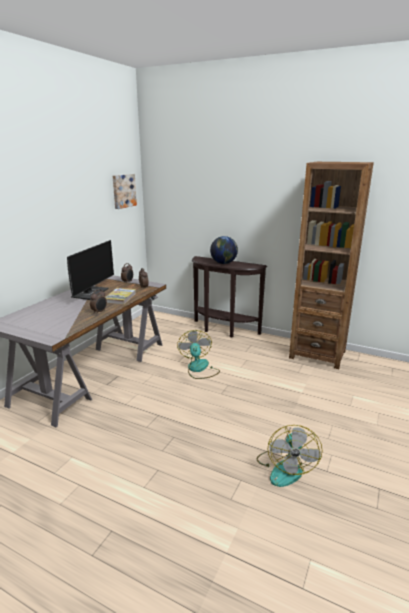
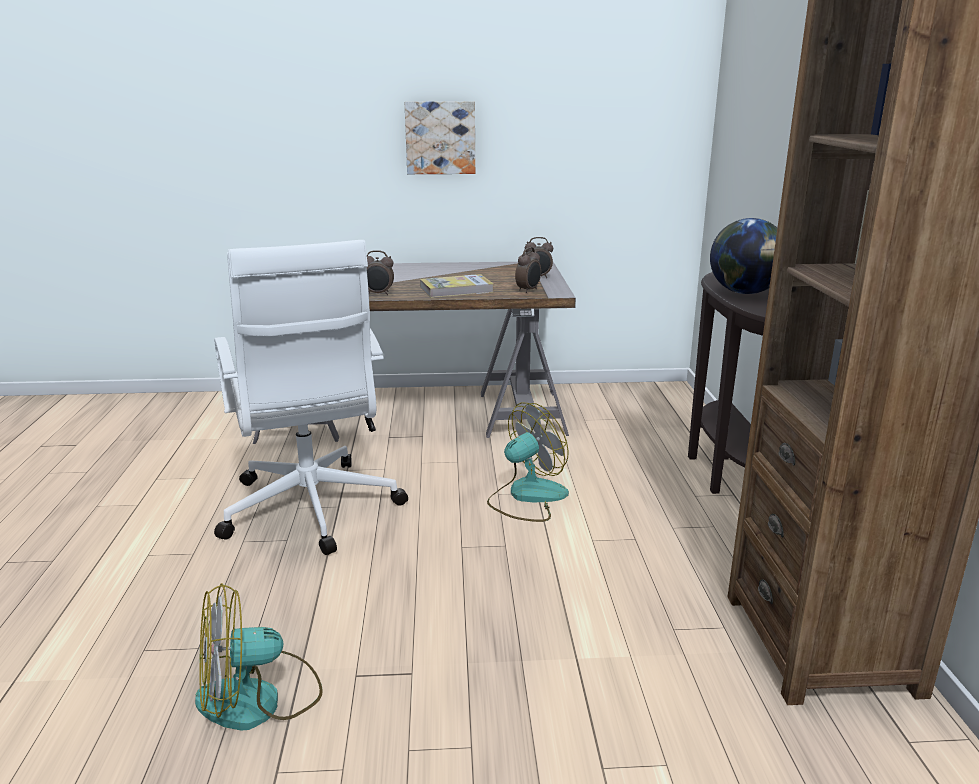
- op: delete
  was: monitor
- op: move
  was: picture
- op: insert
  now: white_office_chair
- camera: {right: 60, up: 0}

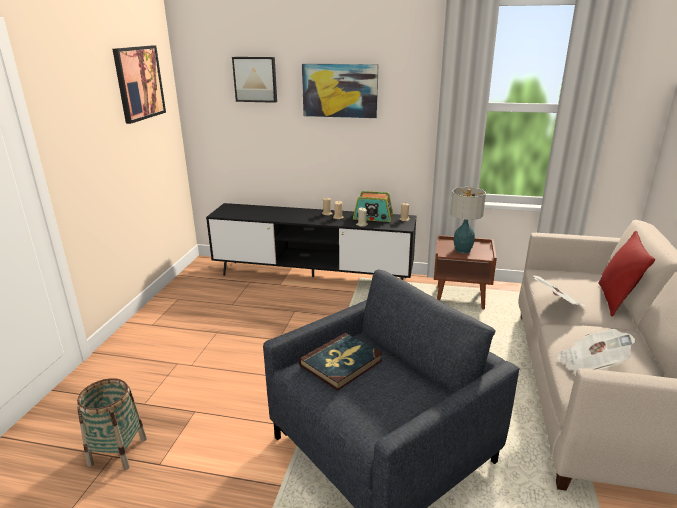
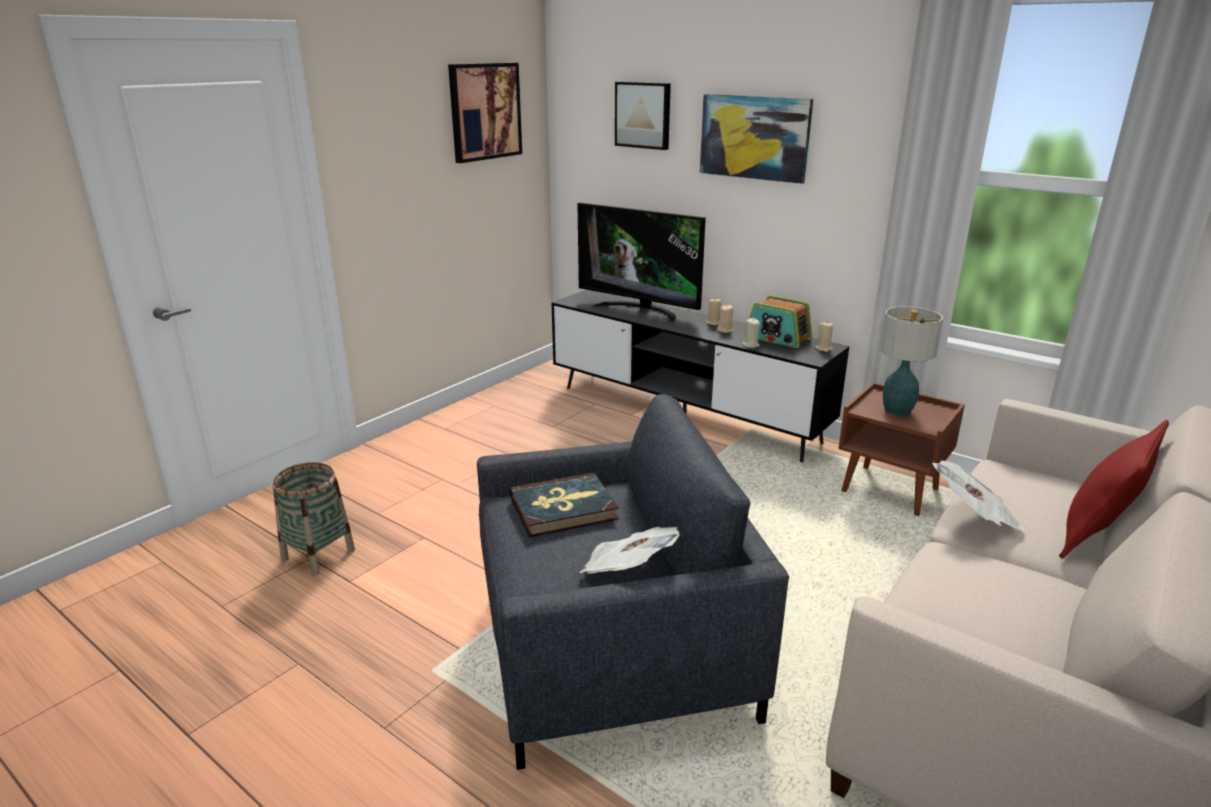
- op: move
  was: newspaper (2nd from left in the first image)
  now: newspaper (1st from left)
- op: insert
  now: television
- camera: {right: 25, up: 0}

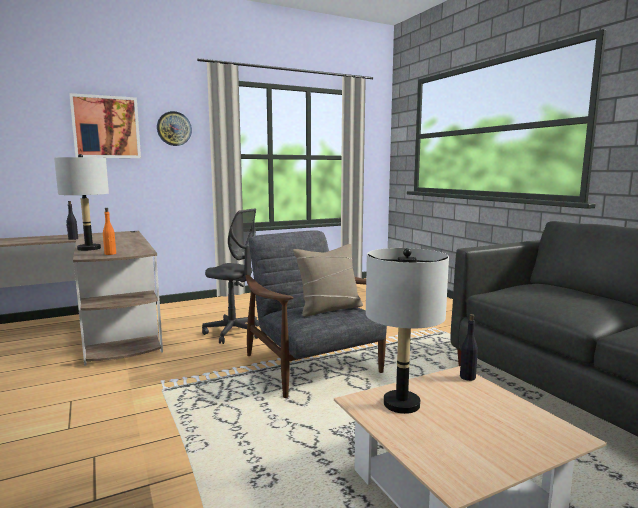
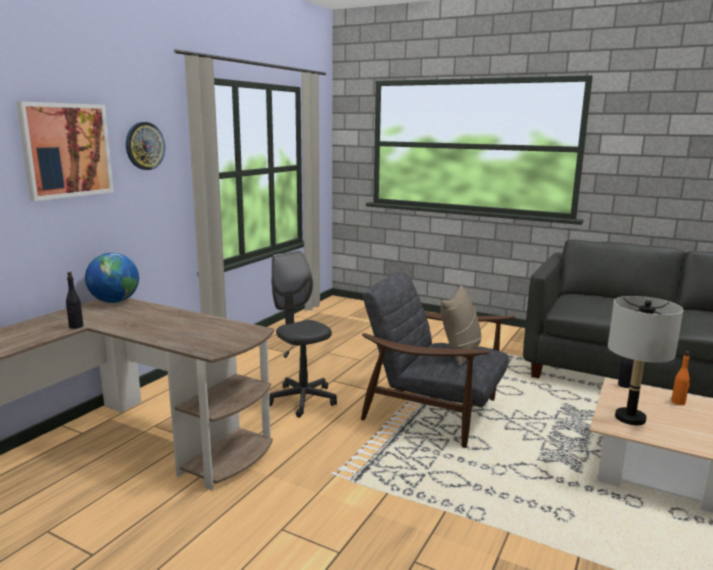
- op: delete
  was: grey_table_lamp (1st from left)
- op: move
  was: orange_bottle
- op: rotate
  was: grey_office_chair
  clockwise: -120
- op: insert
  now: globe
- camera: {right: -35, up: 5}

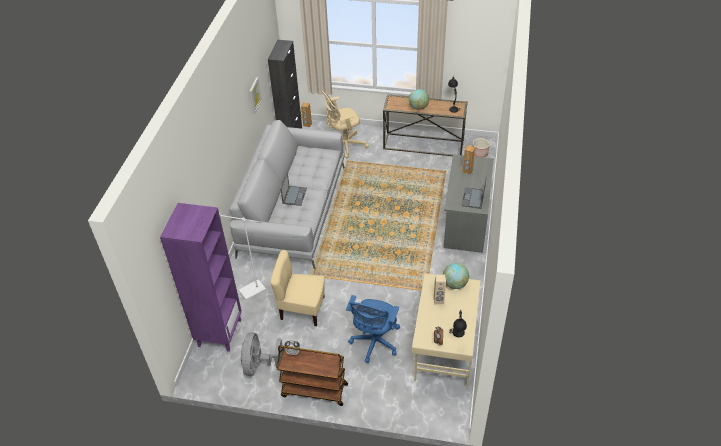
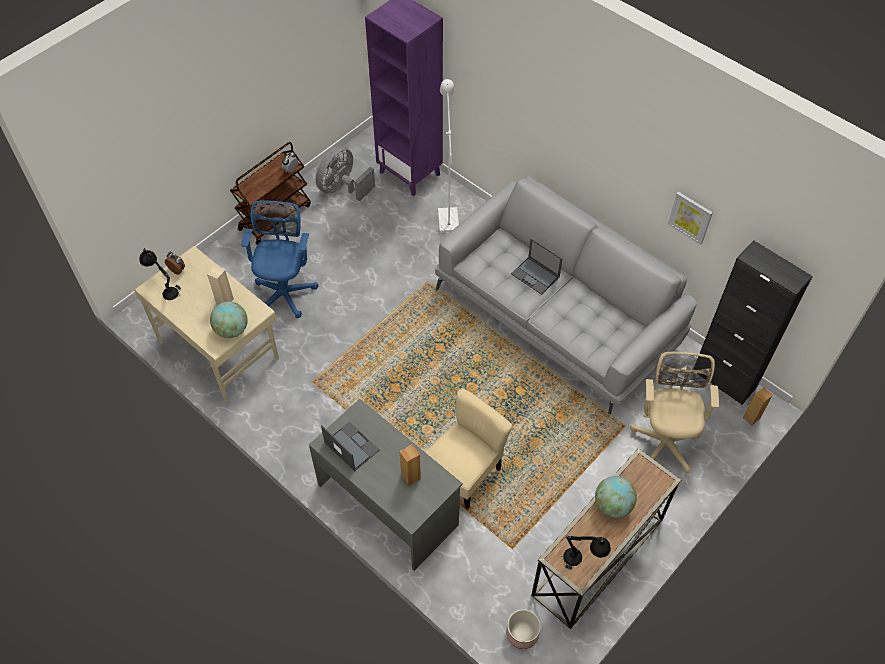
- op: rotate
  was: grey_fan
  clockwise: -90
- op: move
  was: beige_chair
- op: rotate
  was: blue_office_chair
  clockwise: 45
- camera: {right: 120, up: 10}

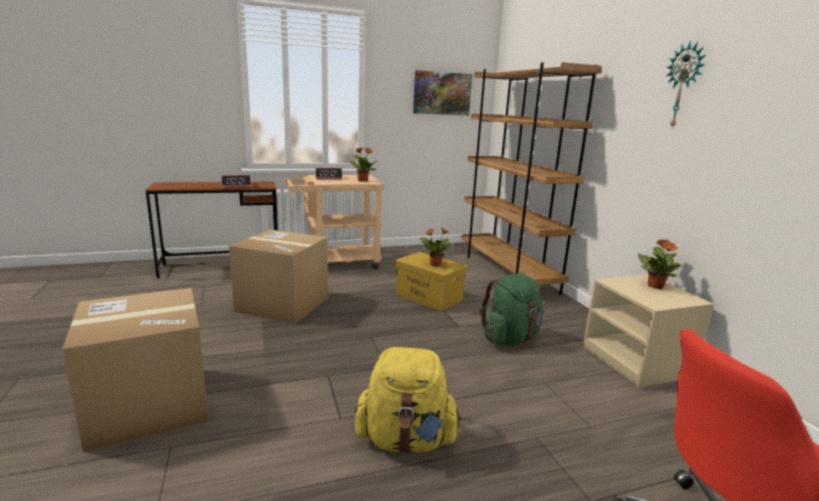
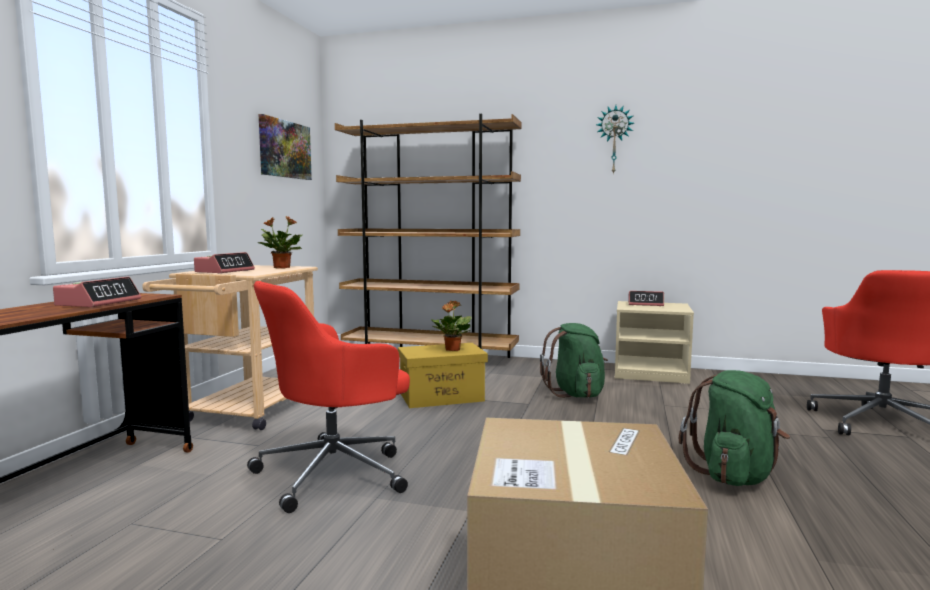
- op: replace
  was: cardboard_box (2nd from left)
  now: red_office_chair (1st from left)
- op: recolor
  was: yellow_backpack
  now: green_backpack (2nd from left)
- op: replace
  was: potted_plant (3rd from left)
  now: alarm_clock (3rd from left)
- camera: {right: -55, up: -10}

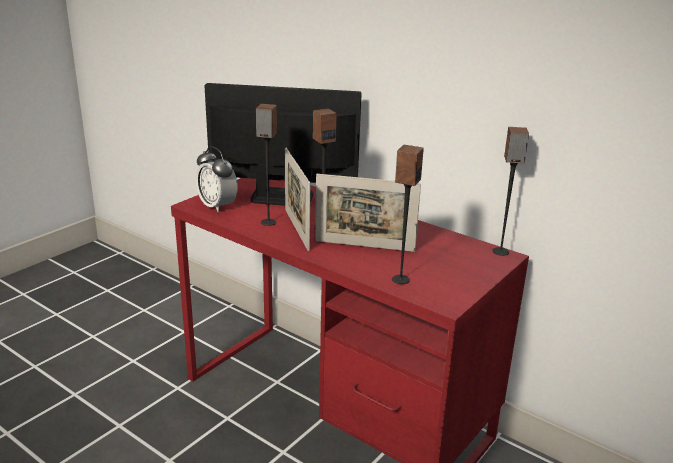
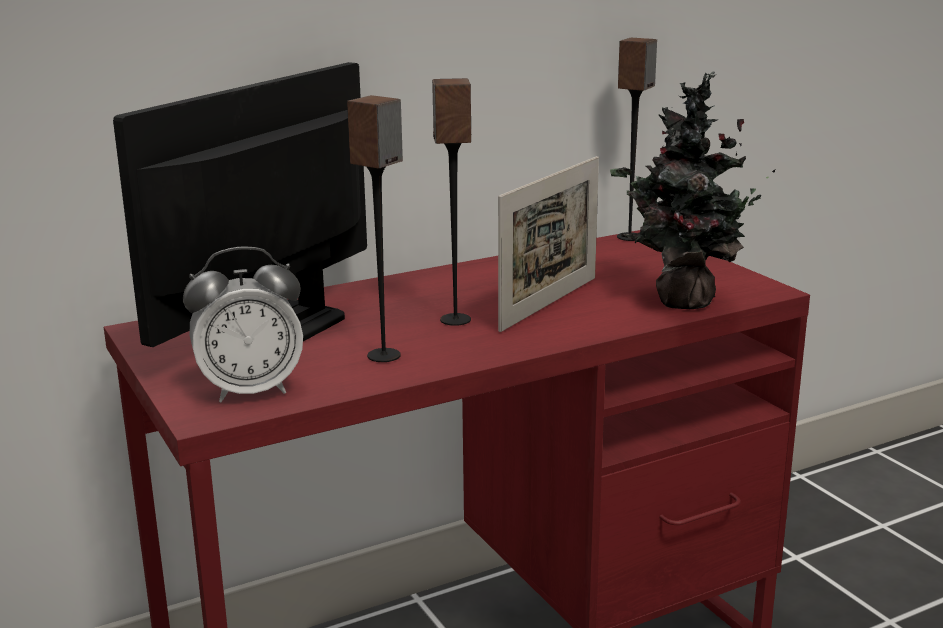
- op: delete
  was: picture_frame (1st from left)
- op: replace
  was: speaker (3rd from left)
  now: potted_plant
- camera: {right: -65, up: -5}

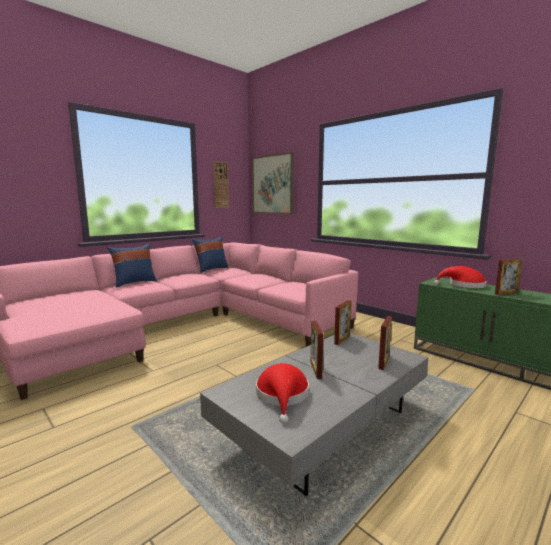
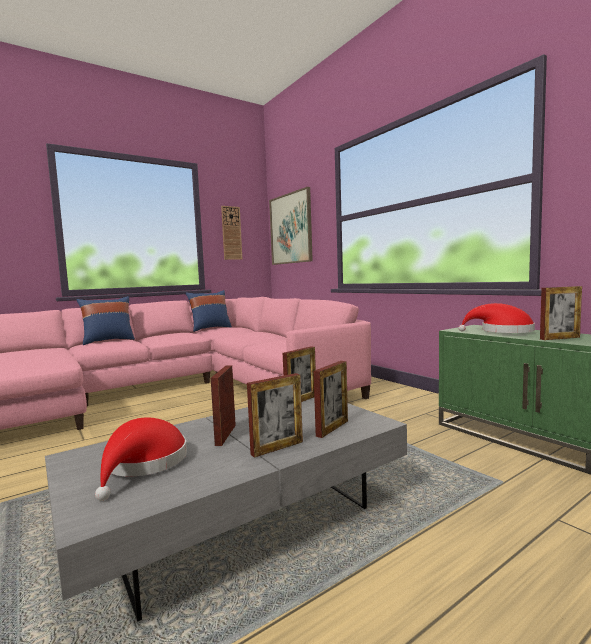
- op: insert
  now: picture_frame (2nd from left)
- camera: {right: 10, up: -5}

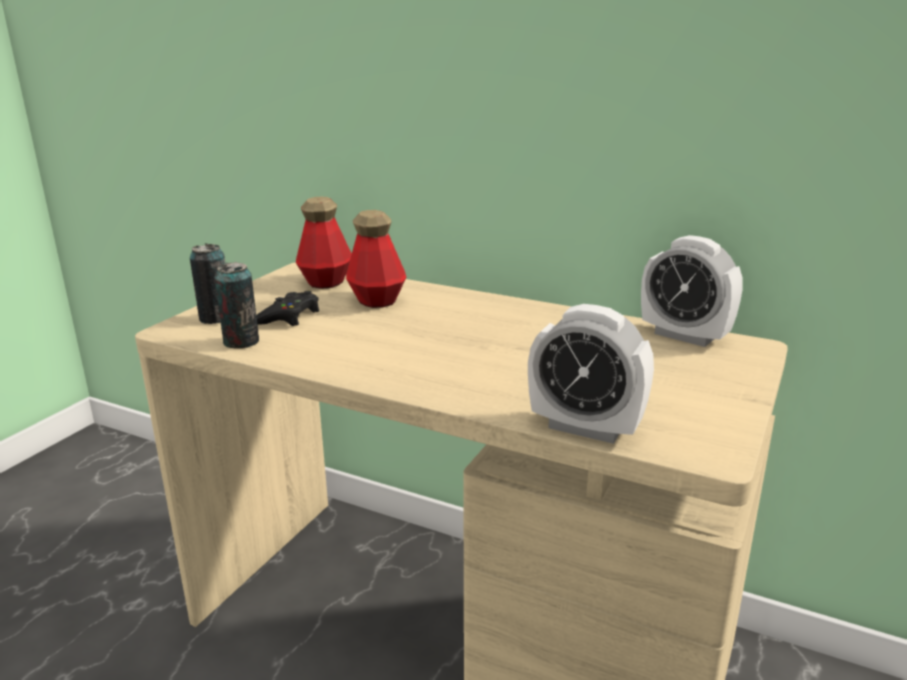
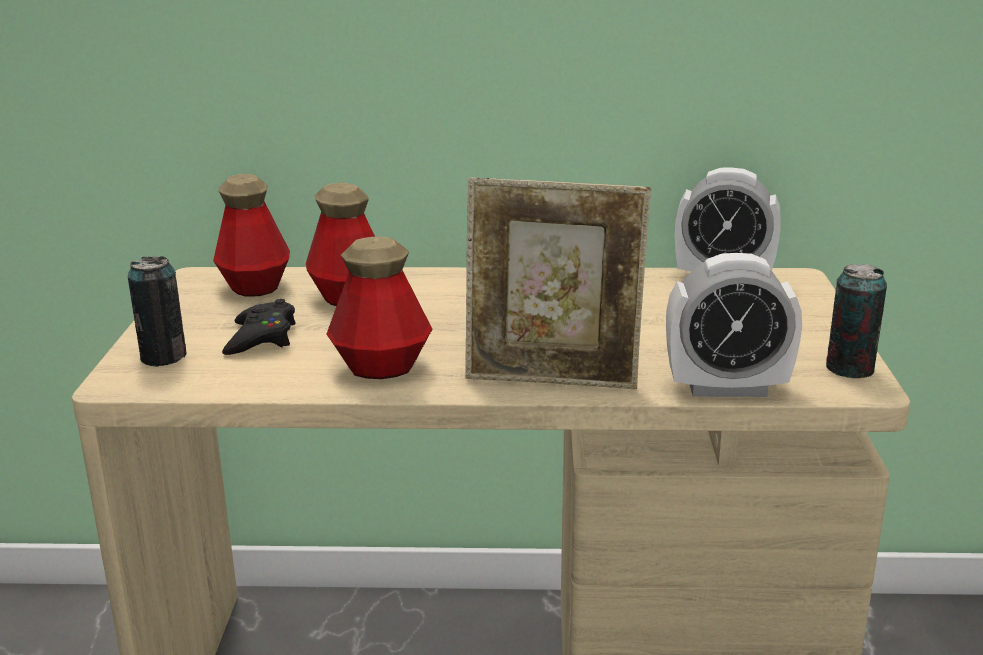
- op: move
  was: can (2nd from left)
- op: insert
  now: bottle (3rd from left)
- op: insert
  now: picture_frame
- camera: {right: -25, up: 0}

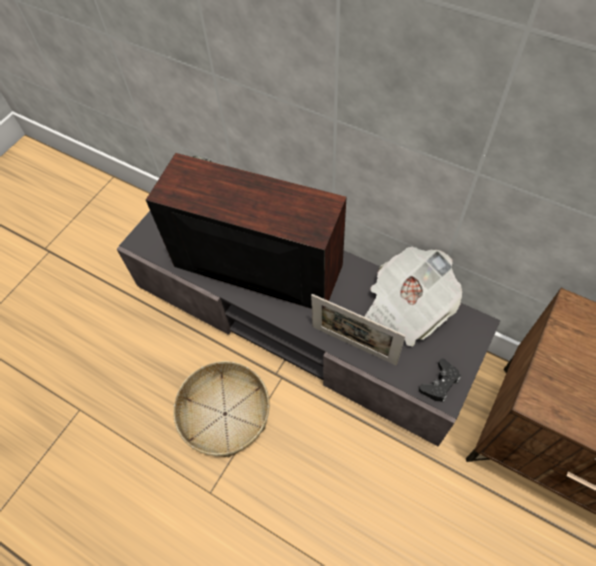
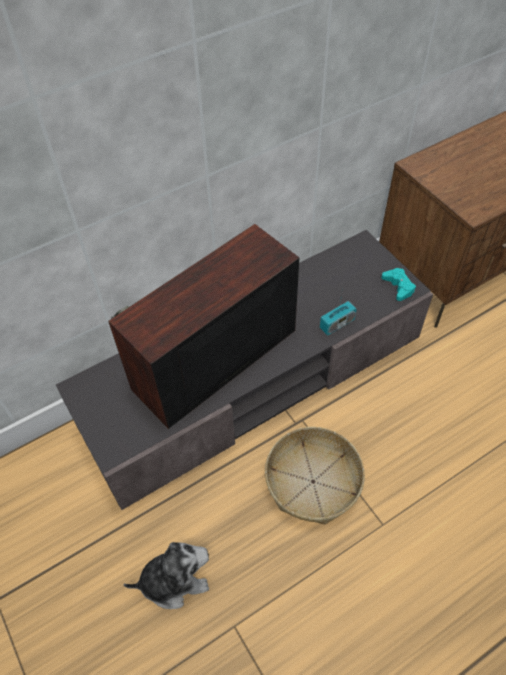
- op: replace
  was: picture_frame
  now: radio
- op: delete
  was: newspaper
- op: recolor
  was: black_game_controller
  now: turquoise_game_controller
- op: insert
  now: plush_toy
- camera: {right: -65, up: -5}

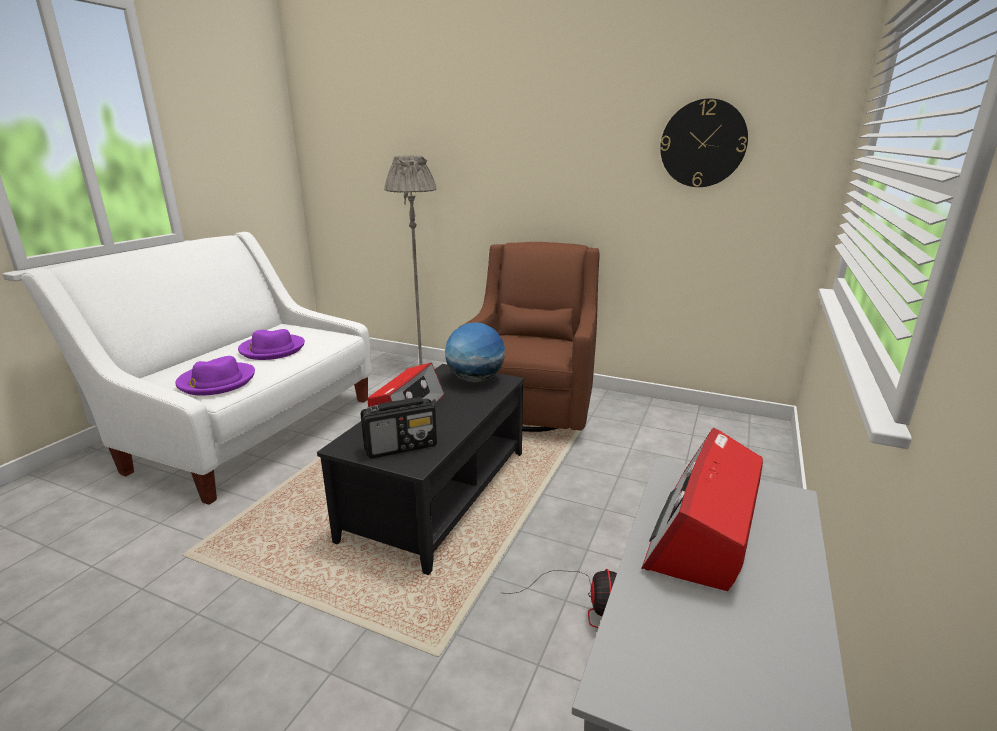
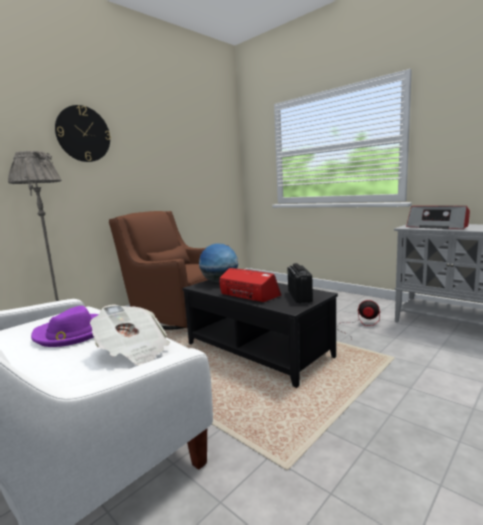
- op: replace
  was: purple_hat (1st from left)
  now: newspaper
- op: move
  was: wall_clock
- camera: {right: -70, up: -10}

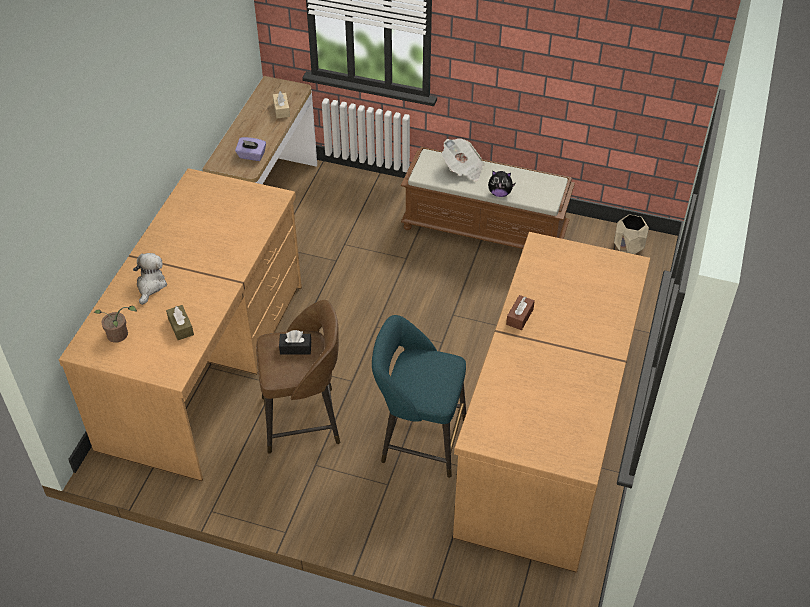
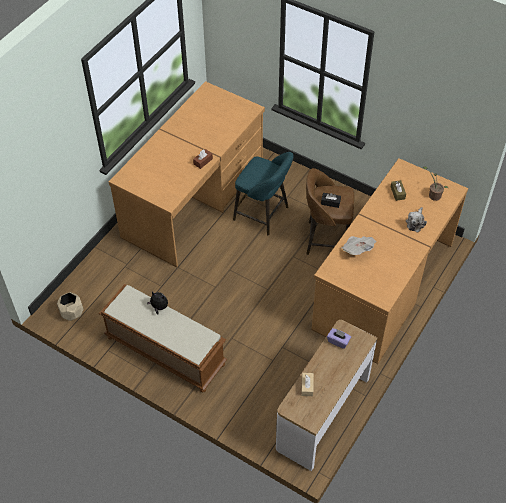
- op: move
  was: newspaper
- camera: {right: -165, up: 5}

